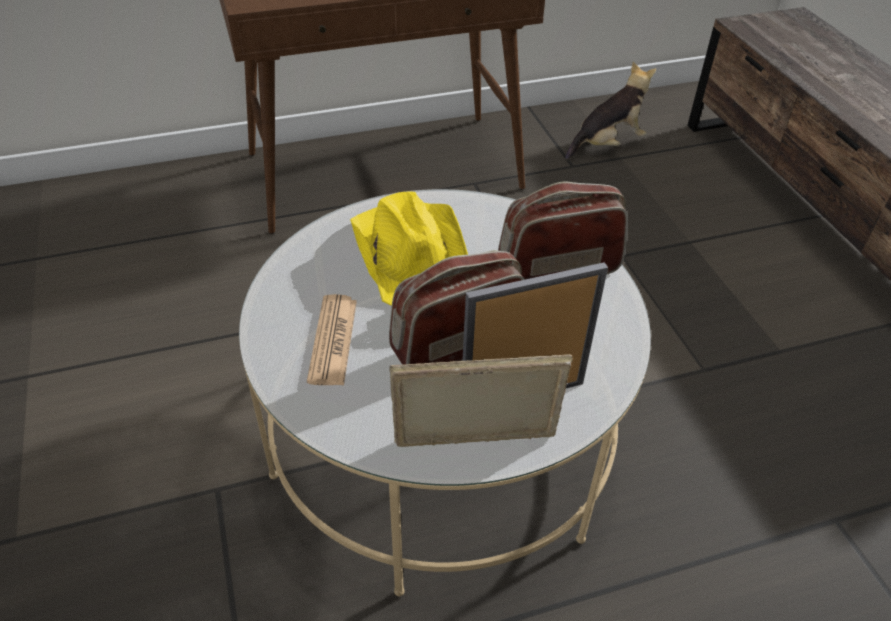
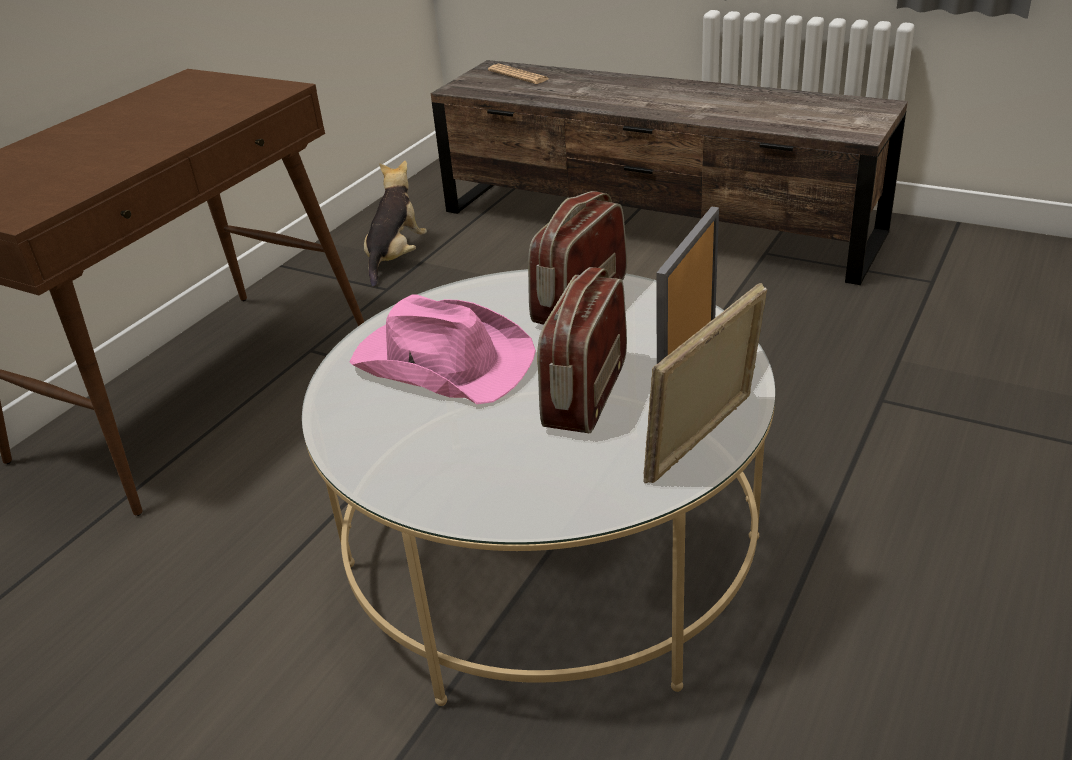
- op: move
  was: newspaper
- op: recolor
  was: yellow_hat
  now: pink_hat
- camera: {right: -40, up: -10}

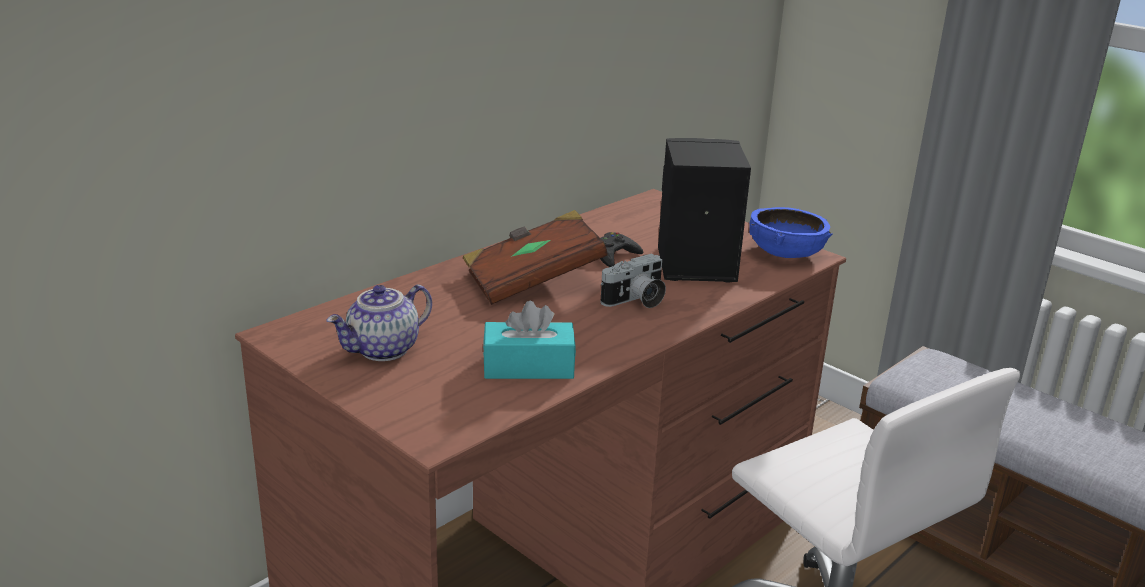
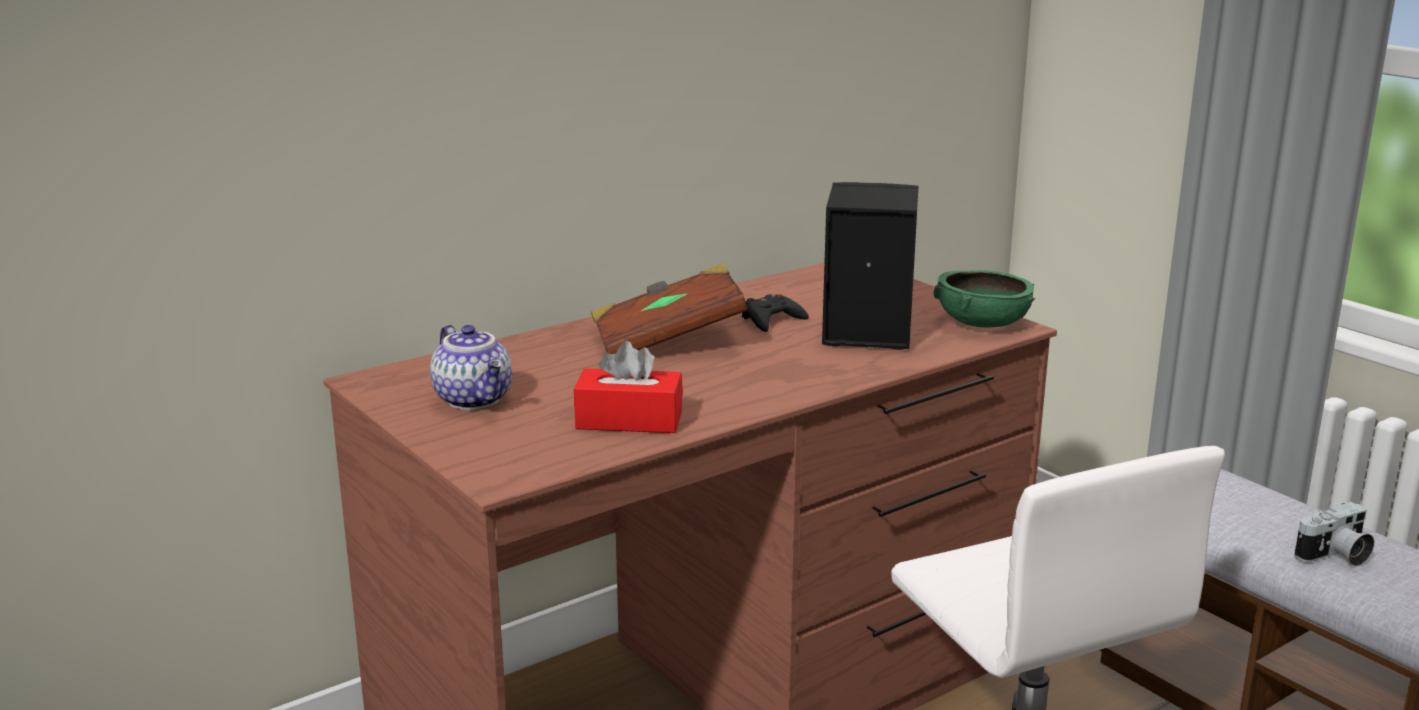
- op: rotate
  was: teapot
  clockwise: -90
- op: recolor
  was: turquoise_tissue_box
  now: red_tissue_box
- op: move
  was: photo_camera
- op: recolor
  was: blue_bowl
  now: green_bowl
- camera: {right: 10, up: -5}

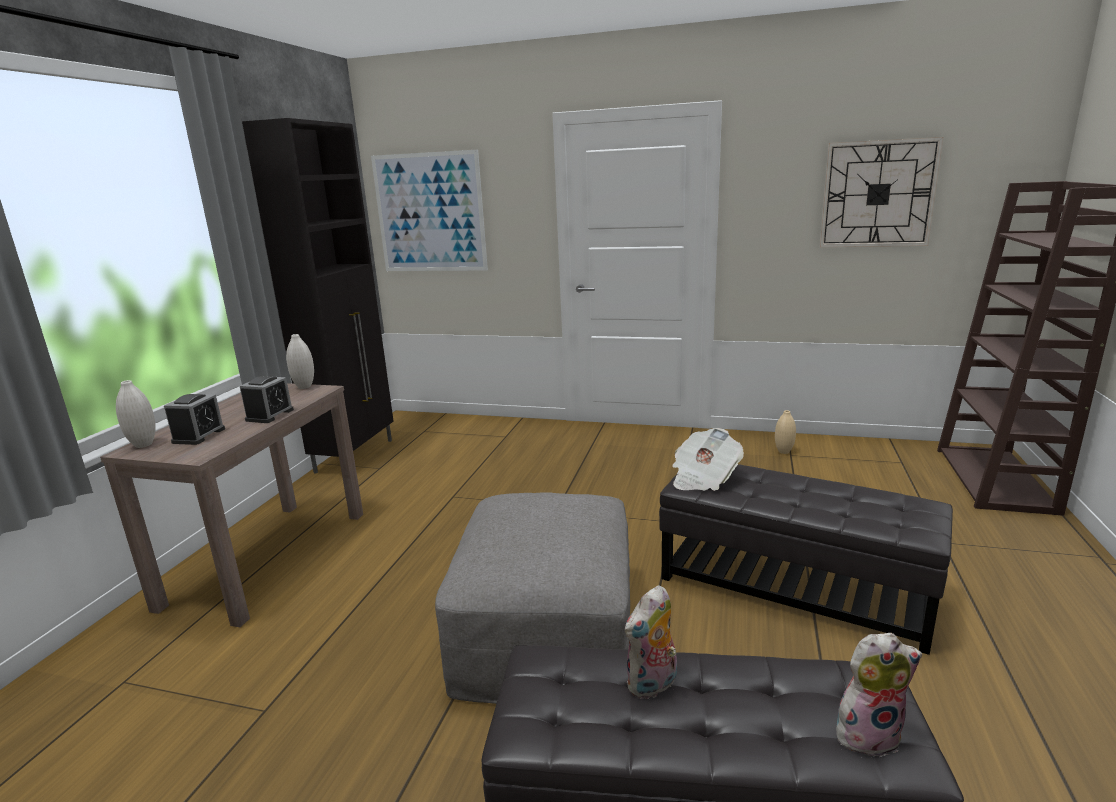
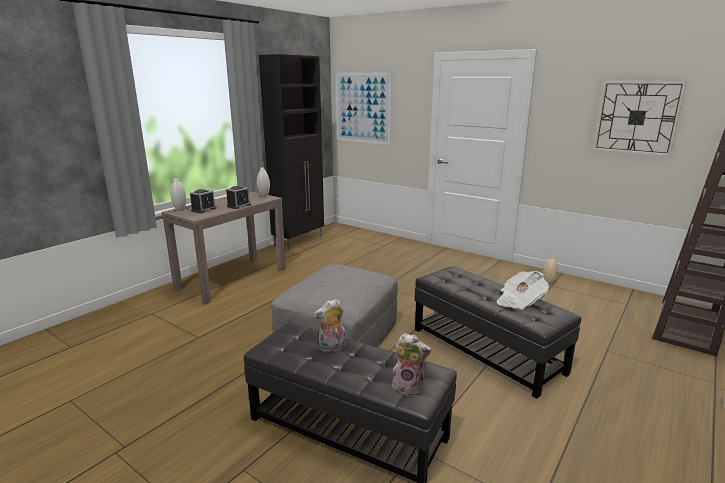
- op: move
  was: newspaper
- camera: {right: 20, up: 0}

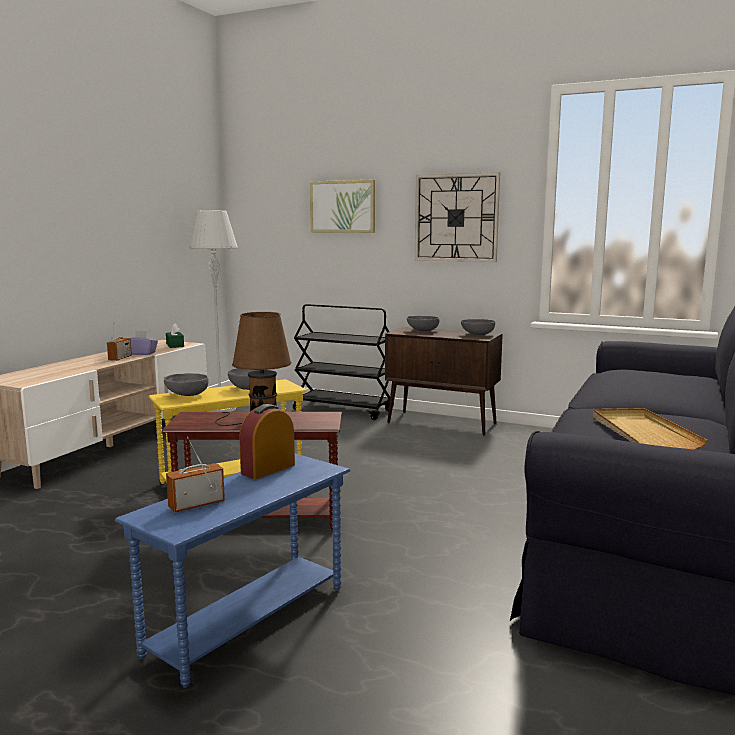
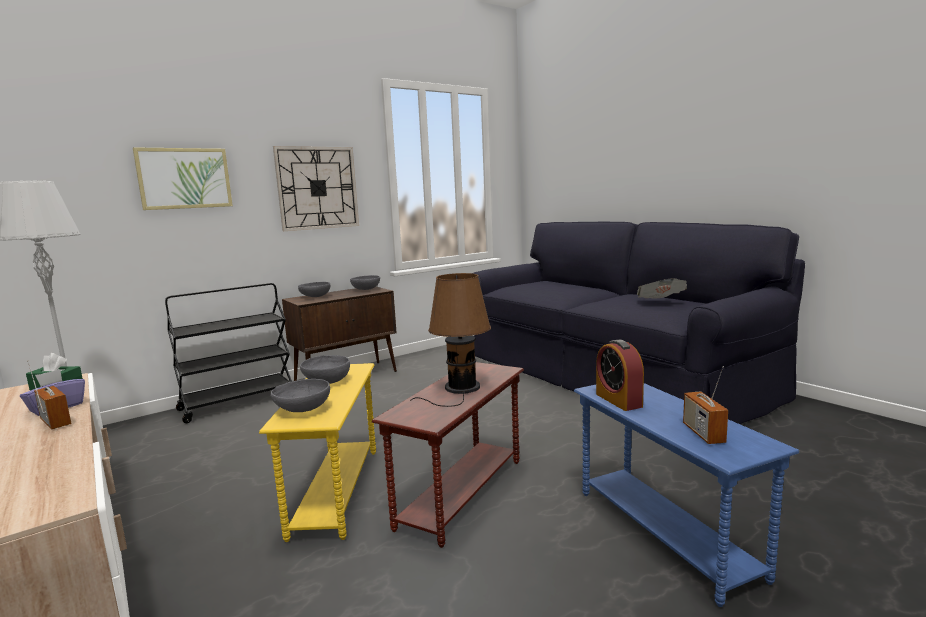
- op: replace
  was: beige_tray
  now: newspaper
- camera: {right: -60, up: 0}

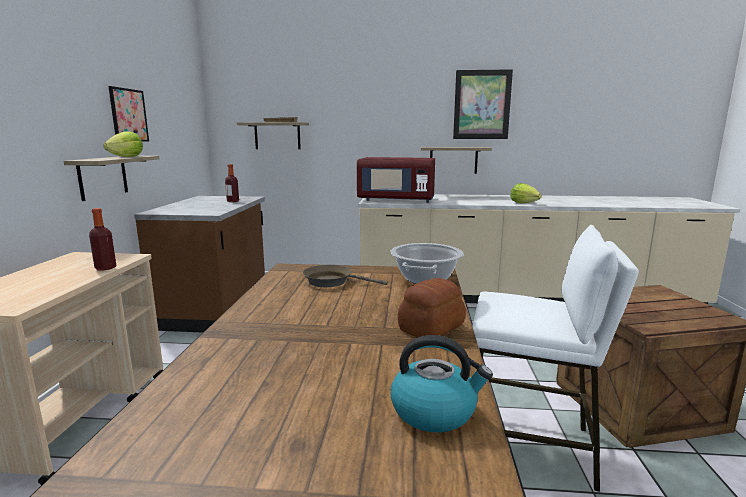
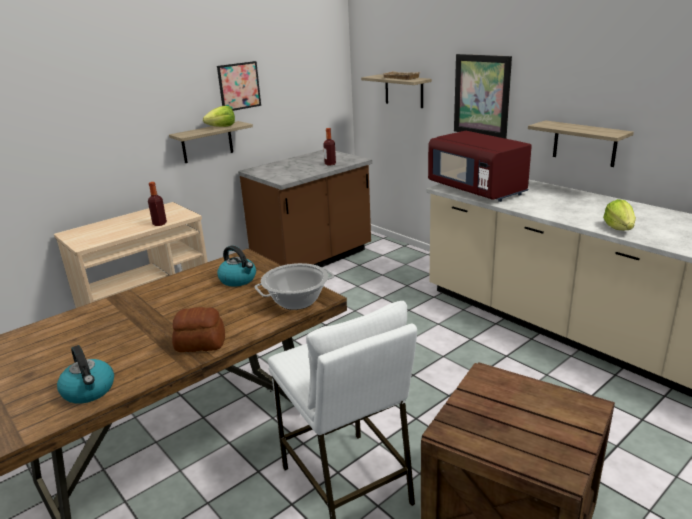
- op: replace
  was: brown_frying_pan
  now: kettle (2nd from left)
- op: move
  was: picture (2nd from left)
- camera: {right: 45, up: 10}

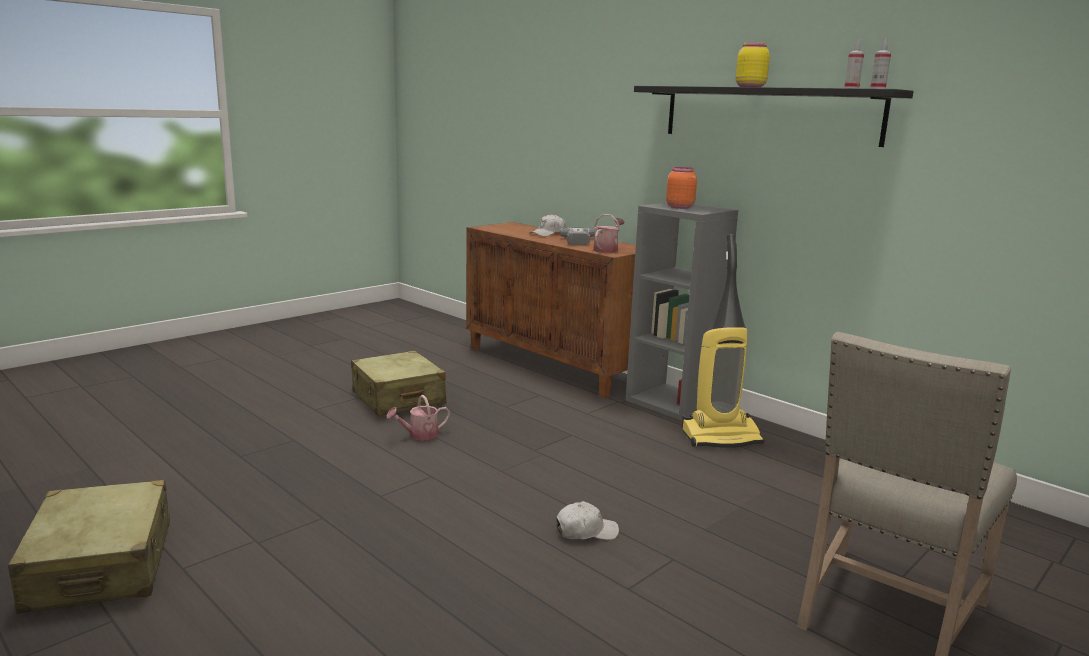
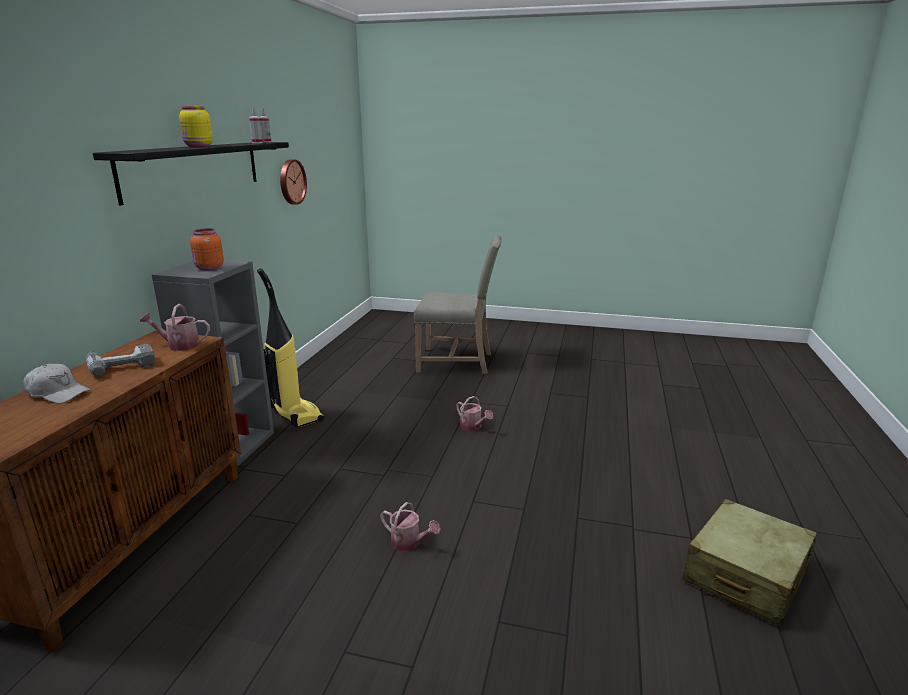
- op: delete
  was: beige_suitcase (2nd from left)
- op: replace
  was: white_cap (2nd from left)
  now: watering_can (3rd from left)
- op: insert
  now: wall_clock
- camera: {right: -120, up: 5}

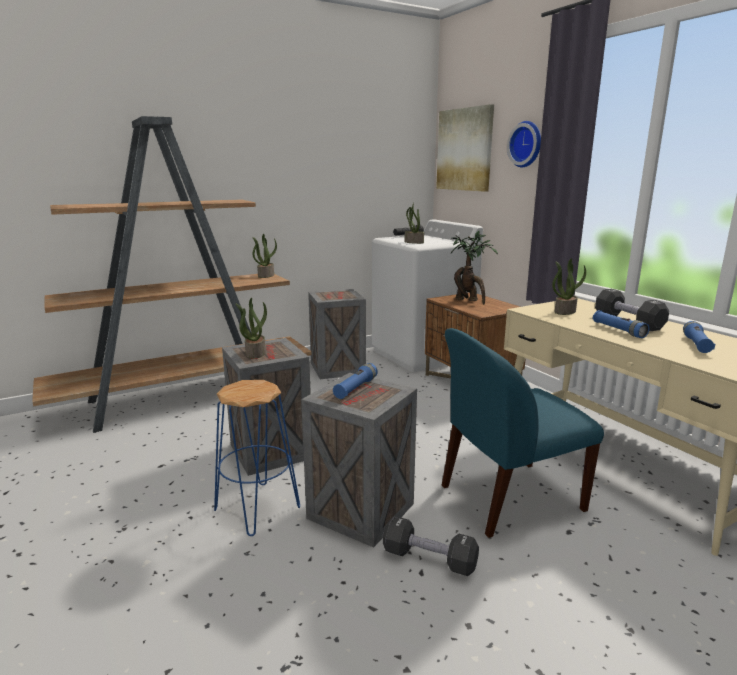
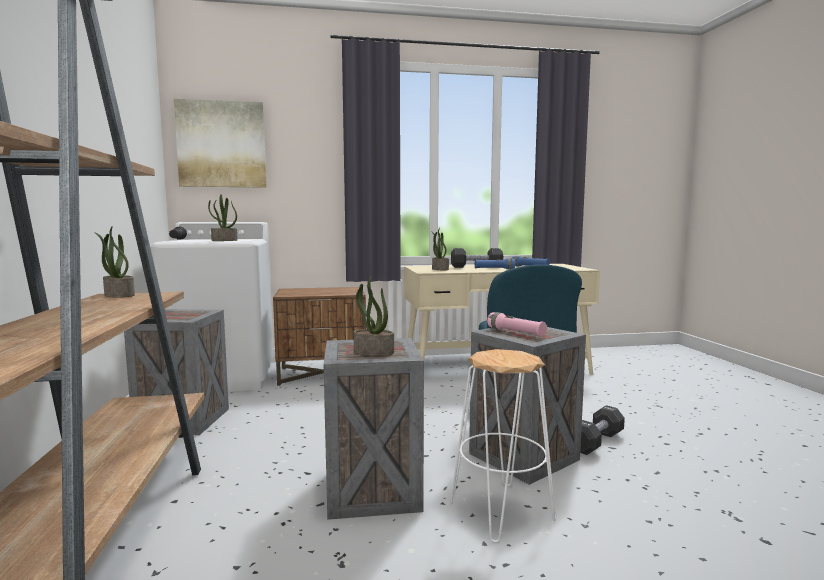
- op: recolor
  was: blue_stool
  now: white_stool
- op: recolor
  was: blue_flashlight (1st from left)
  now: pink_flashlight
- op: delete
  was: potted_plant (4th from left)
- op: delete
  was: wall_clock
- camera: {right: -70, up: -10}

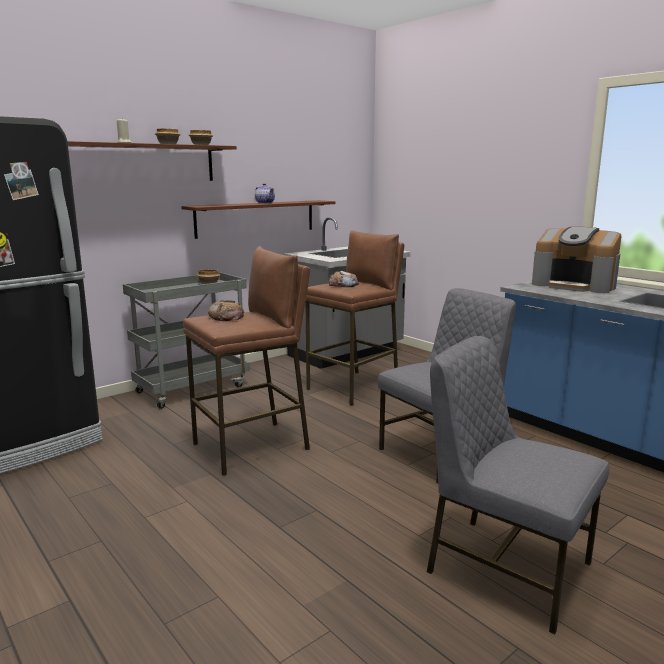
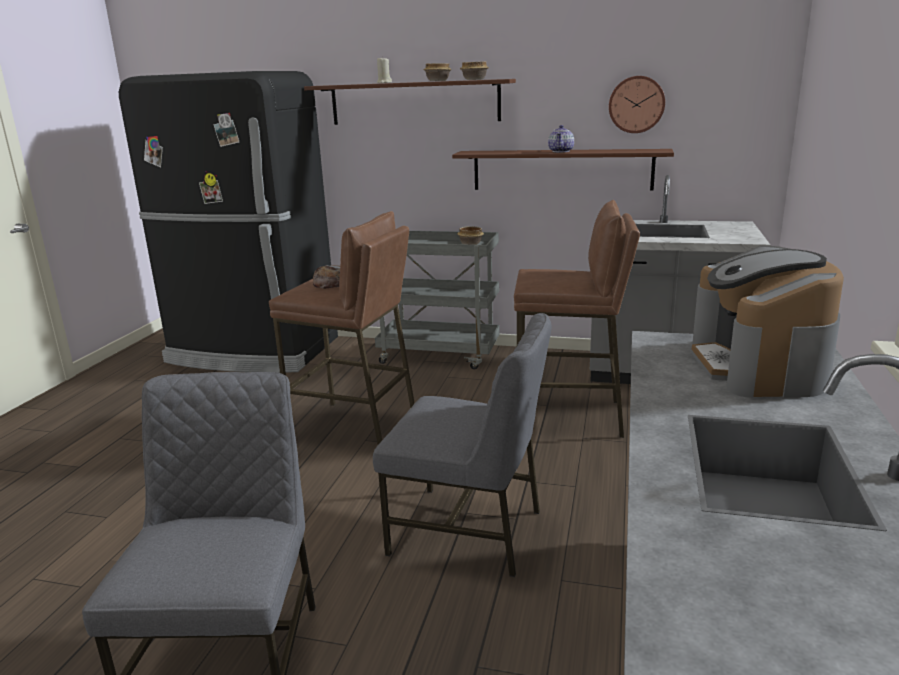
- op: delete
  was: bread (2nd from left)
- op: insert
  now: wall_clock
- camera: {right: 55, up: 5}

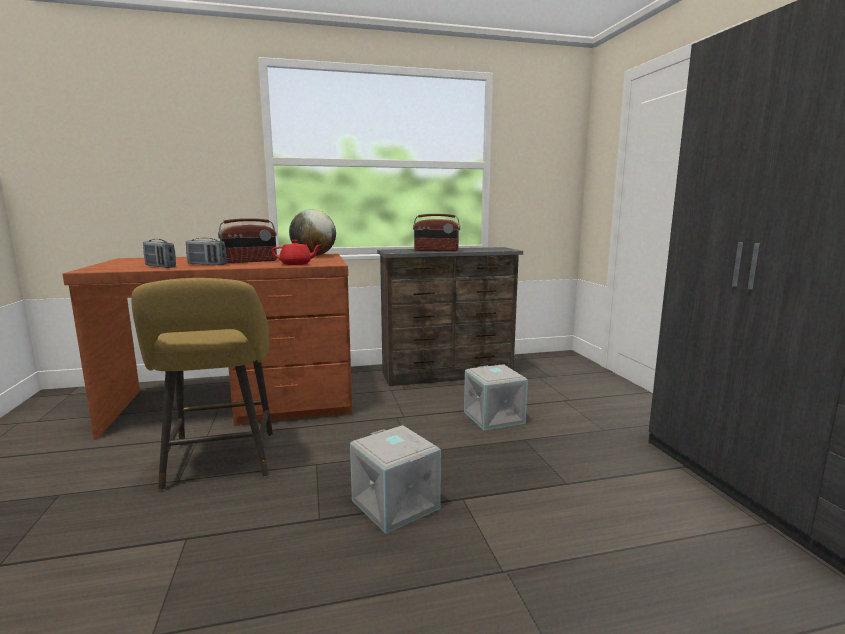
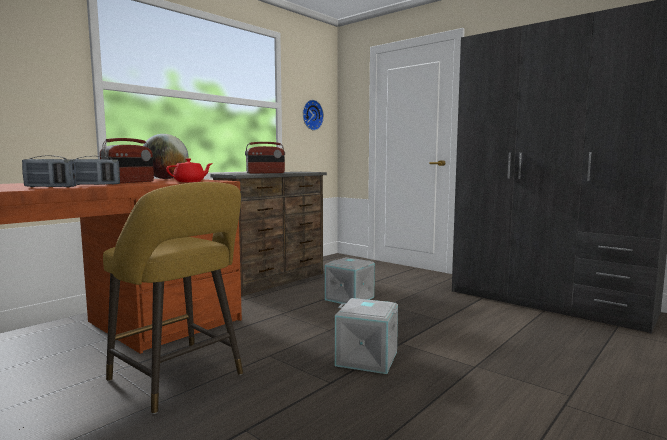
- op: insert
  now: wall_clock
- camera: {right: -35, up: -5}

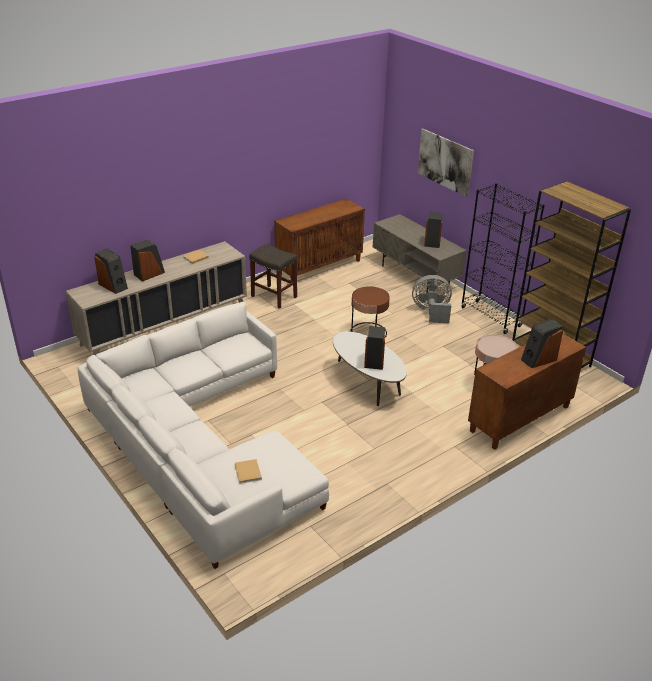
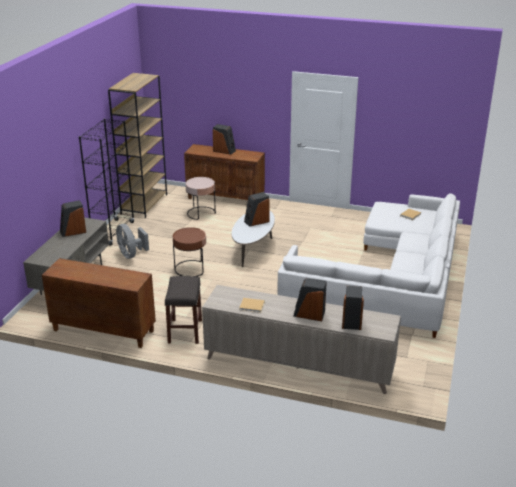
- op: delete
  was: picture
- camera: {right: -125, up: -5}

